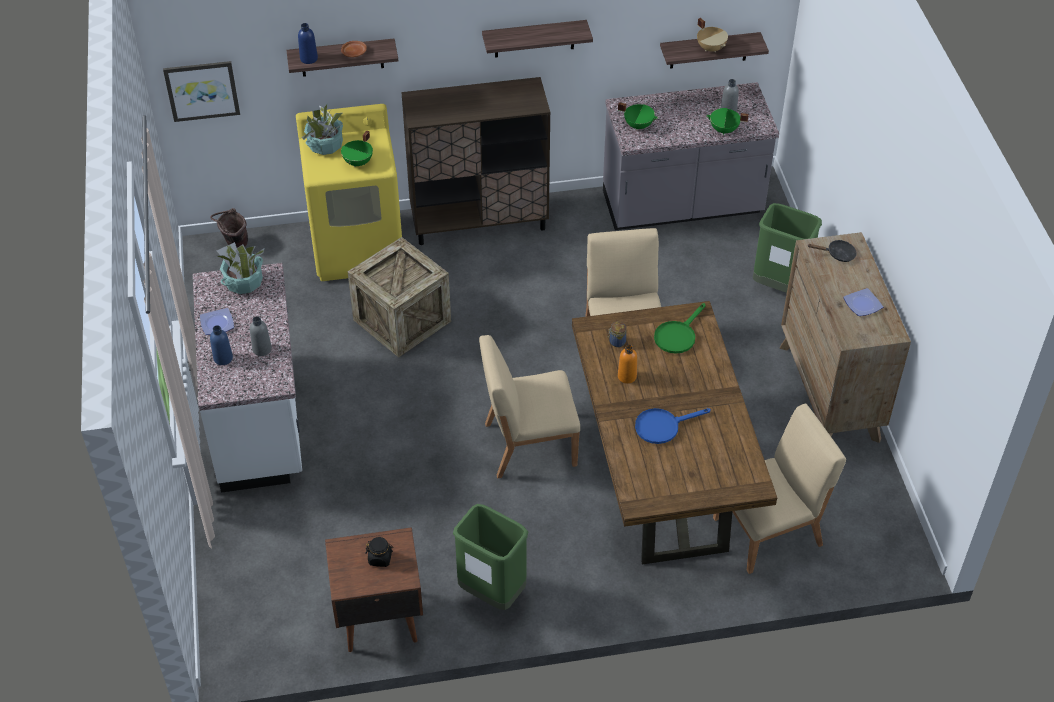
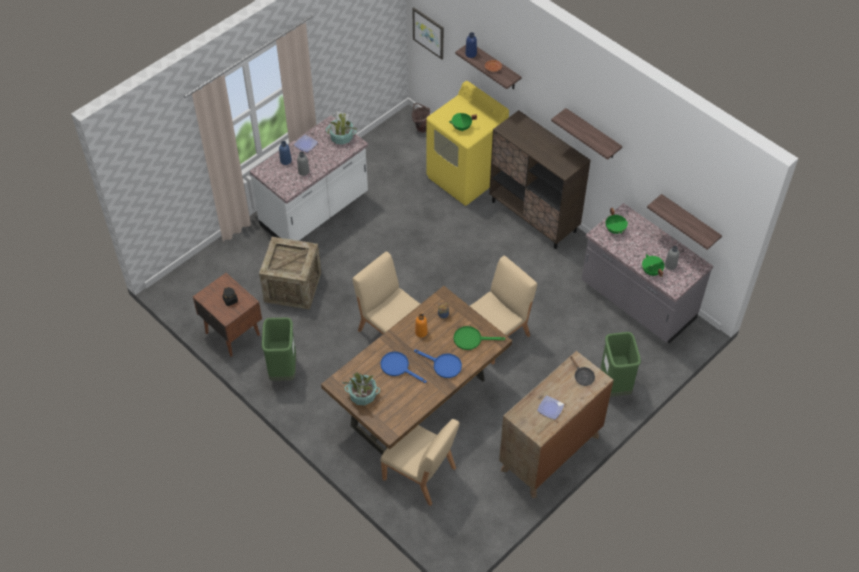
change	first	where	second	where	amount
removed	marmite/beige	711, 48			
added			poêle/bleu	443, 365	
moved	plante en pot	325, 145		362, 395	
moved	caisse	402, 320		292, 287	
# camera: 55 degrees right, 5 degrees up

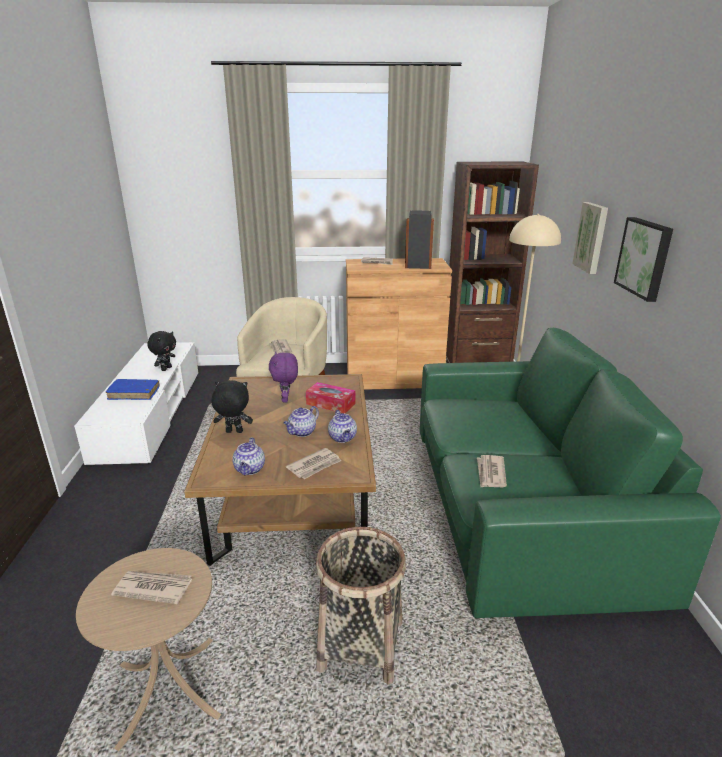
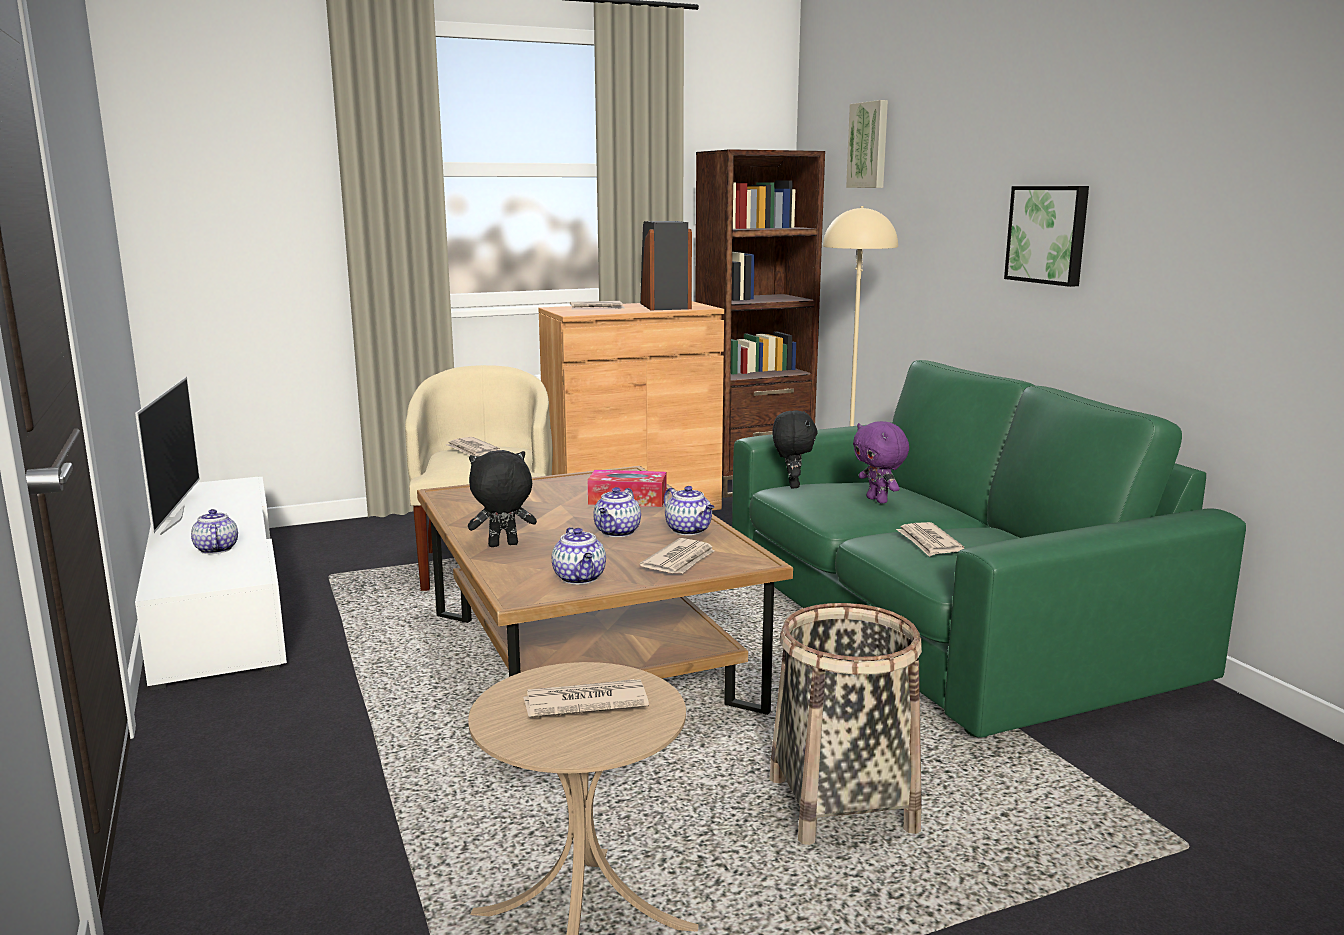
change	first	where	second	where	amount
added			téléviseur	171, 520	
moved	peluche/noir	166, 368		792, 485	
moved	peluche/violet	286, 399		878, 500	
moved	tableau	592, 237		869, 145	
replaced	livre/bleu	134, 394	théière	216, 549	
# camera: 20 degrees left, 10 degrees down

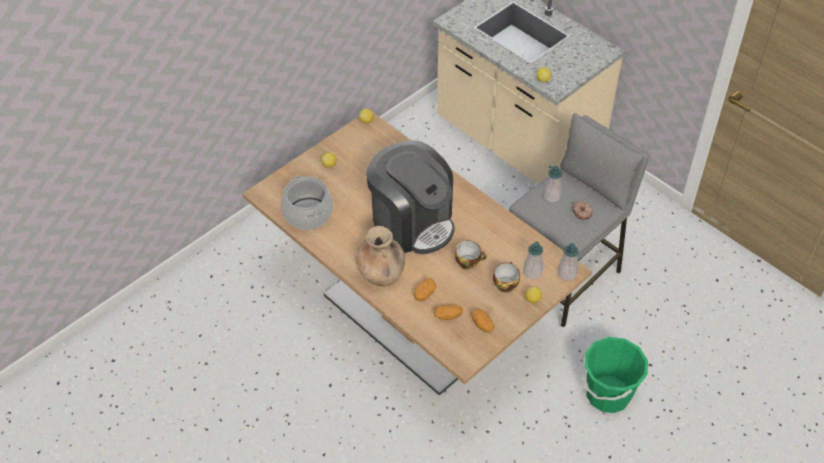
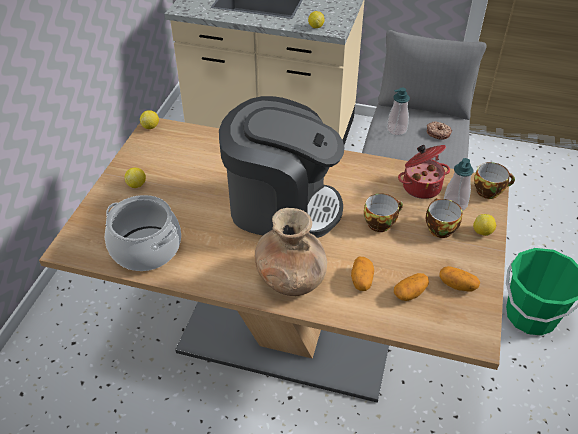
change	first	where	second	where	amount
added			marmite	421, 186	
replaced	distributeur de savon	567, 273	tasse	489, 191	
# camera: 30 degrees left, 5 degrees down

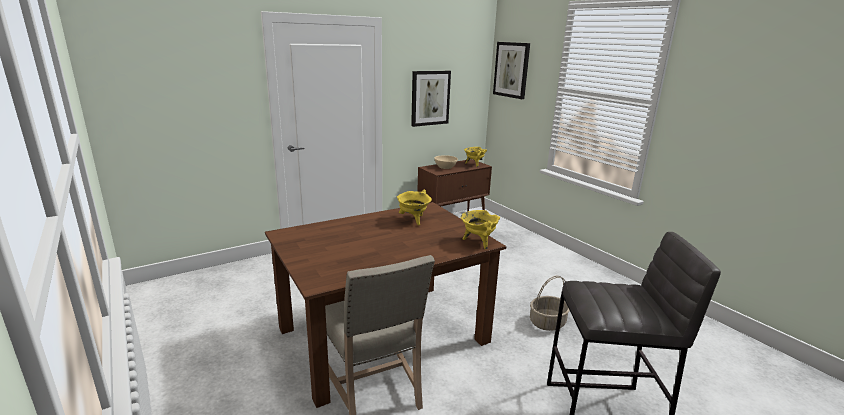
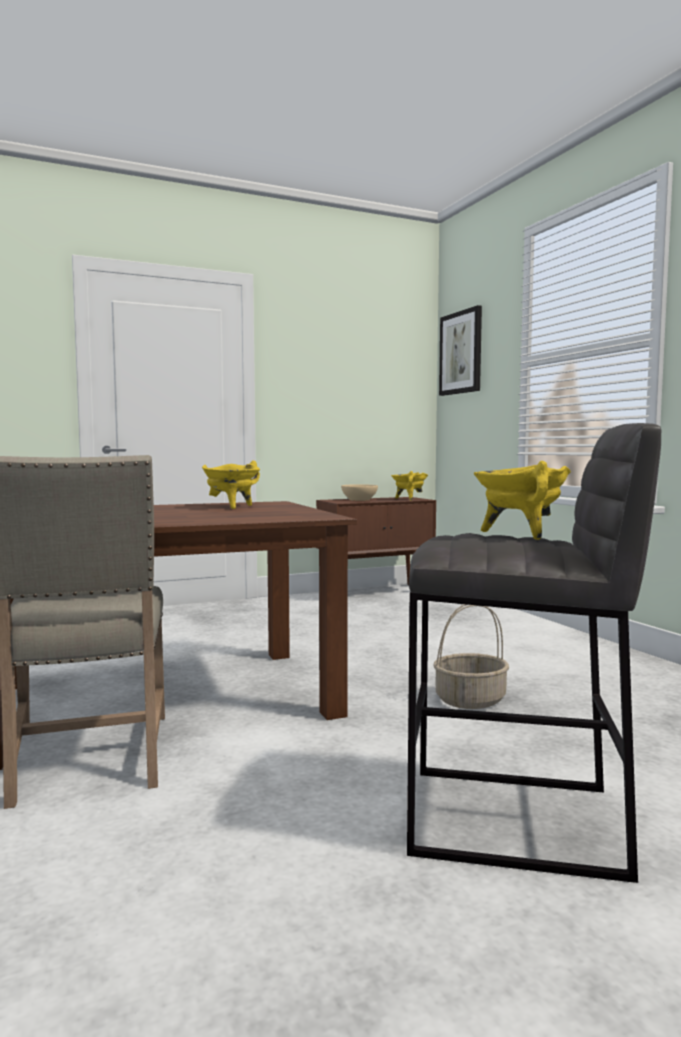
change	first	where	second	where	amount
removed	tableau	430, 98			
moved	marmite/jaune	478, 242		519, 534	
# camera: 10 degrees right, 15 degrees down

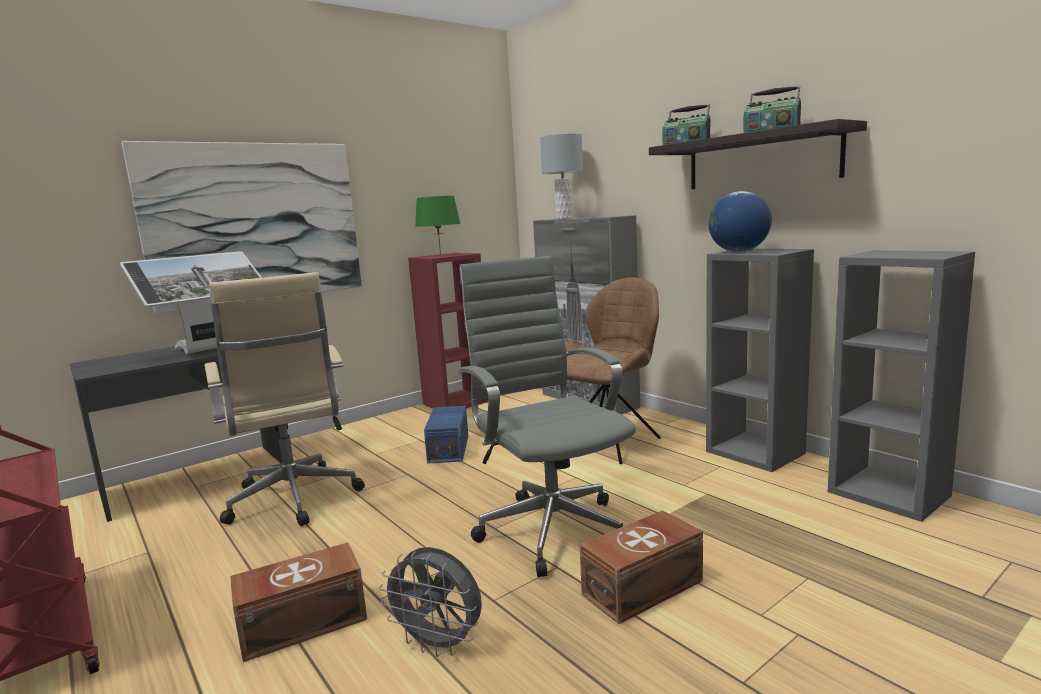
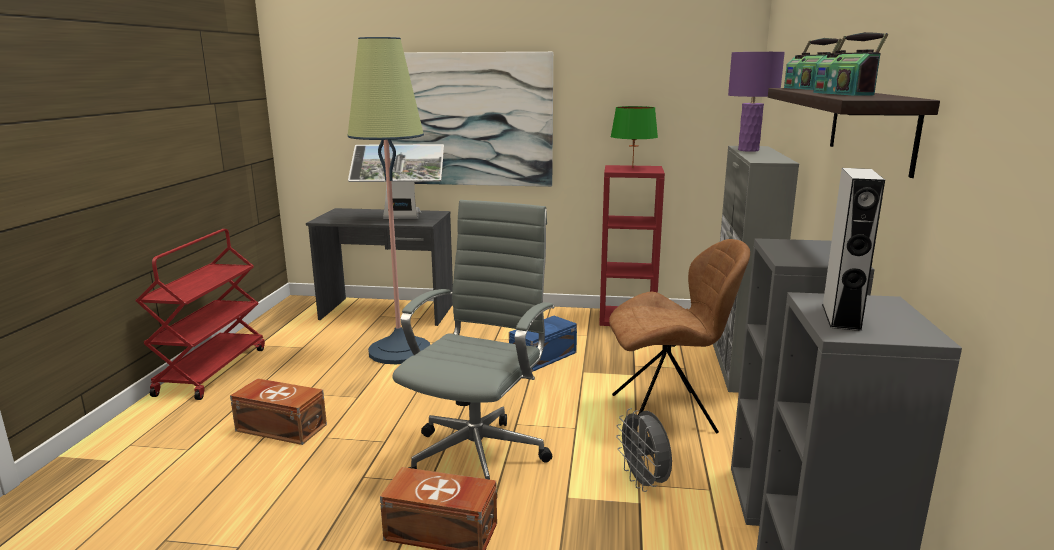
change	first	where	second	where	amount
removed	globe	738, 251			
added			enceinte/gris	841, 316	
moved	ventilateur/gris	439, 644		644, 482	
replaced	chaise de bureau/beige	294, 501	lampadaire	399, 351	
recoloured	lampe de table/gris	564, 218	lampe de table/violet	748, 150	
# camera: 45 degrees right, 5 degrees up

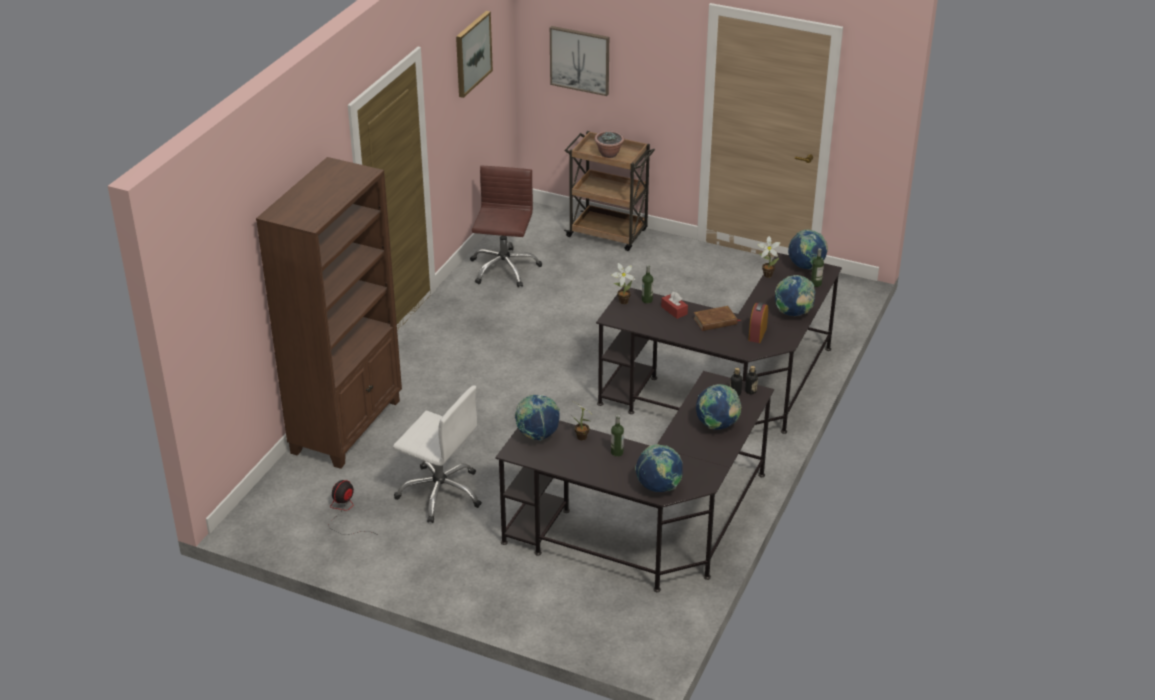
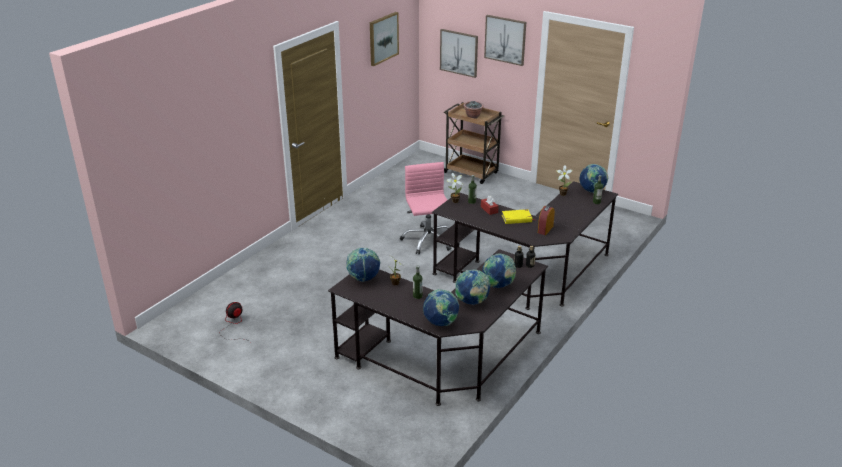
change	first	where	second	where	amount
removed	bibliothèque/marron	347, 426			
removed	chaise de bureau/blanc	441, 493			
removed	chaise de bureau/marron	504, 268			
added			chaise de bureau/rose	427, 240	
added			tableau	505, 39	
moved	globe	793, 314		472, 302	
recoloured	livre/marron	715, 321	livre/jaune	517, 219	
# camera: 10 degrees right, 5 degrees down

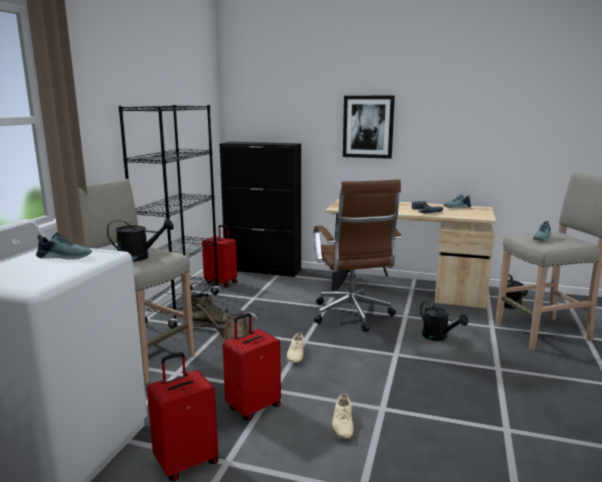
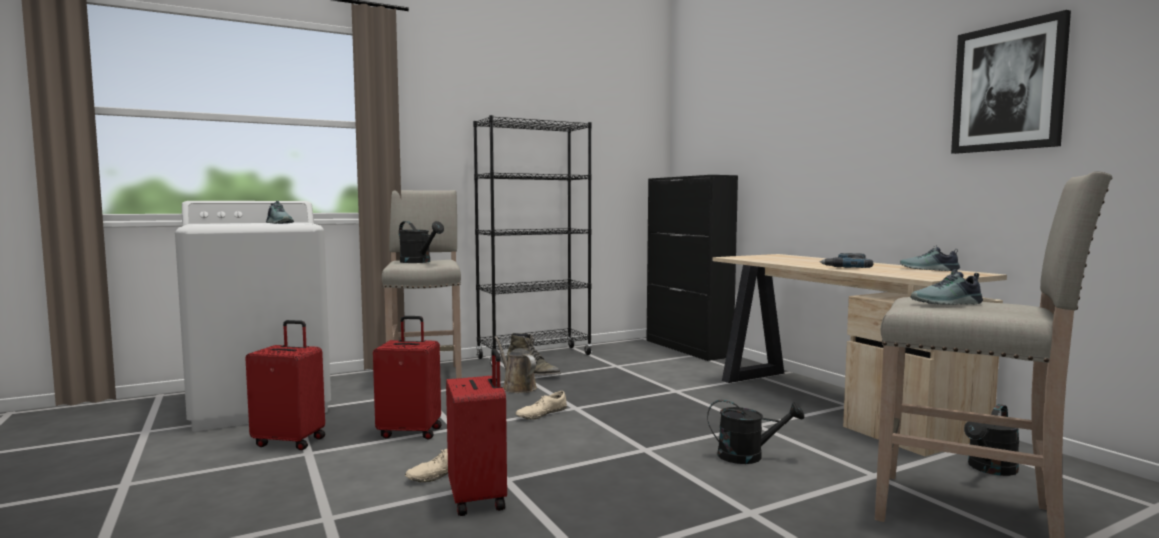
change	first	where	second	where	amount
removed	chaise de bureau/marron	352, 316			
moved	valise/rouge	221, 282		479, 498	
moved	tableau	368, 127		1008, 87	
turned	arrosoir/noir	439, 337		748, 456	90 degrees counterclockwise
# camera: 45 degrees right, 10 degrees down

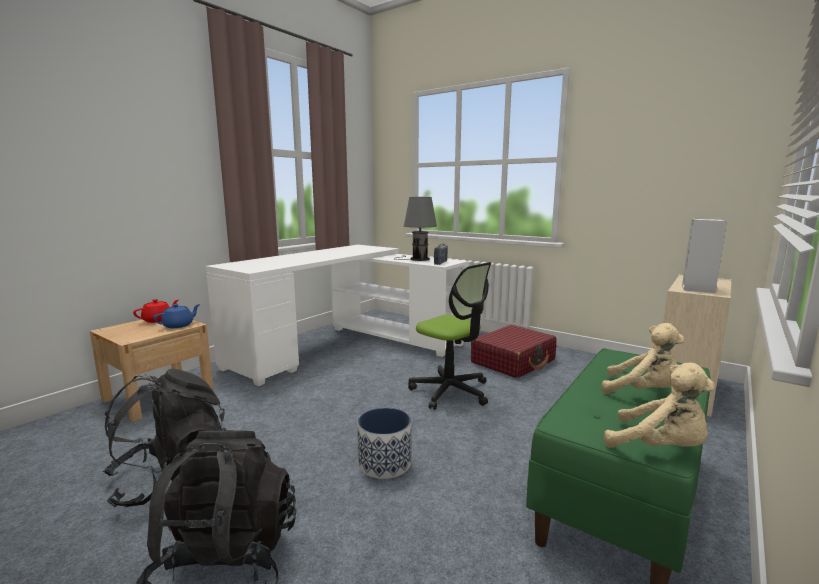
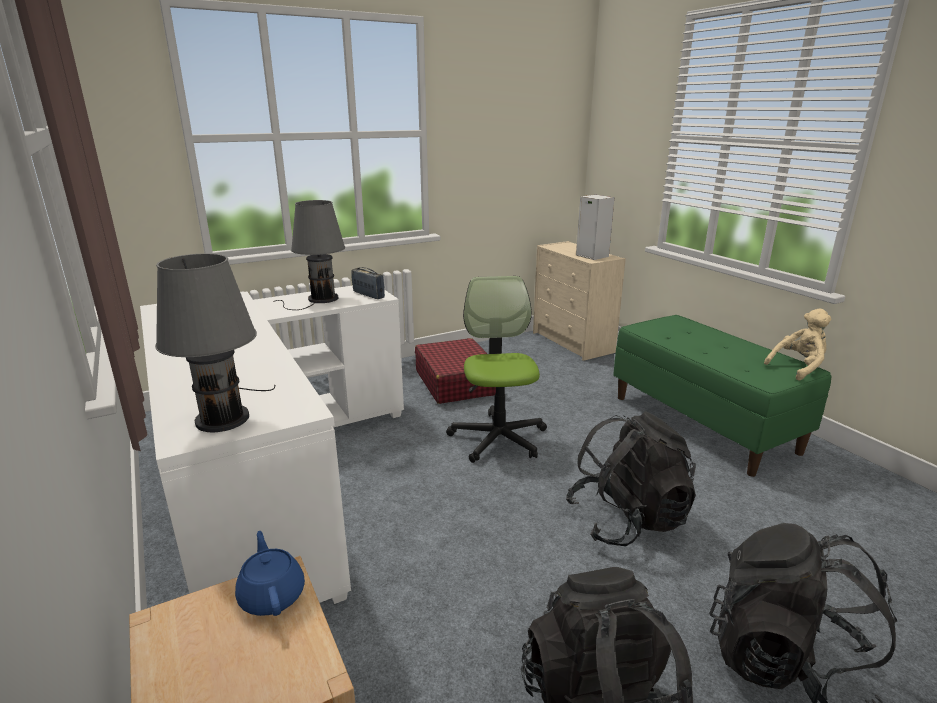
change	first	where	second	where	amount
removed	théière/rouge	158, 320			
removed	peluche/beige	642, 392			
added			lampe de table/gris	224, 416	
replaced	cache-pot	385, 463	sac à dos/noir	627, 519	
turned	chaise de bureau	450, 391		498, 438	75 degrees counterclockwise
# camera: 65 degrees left, 10 degrees up

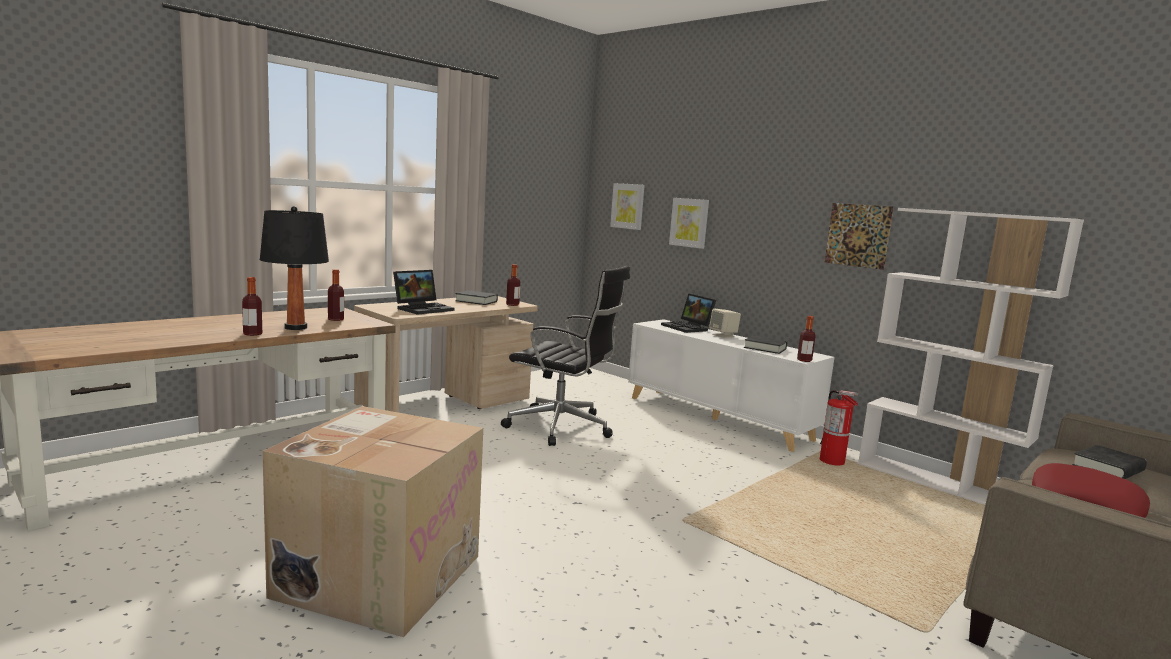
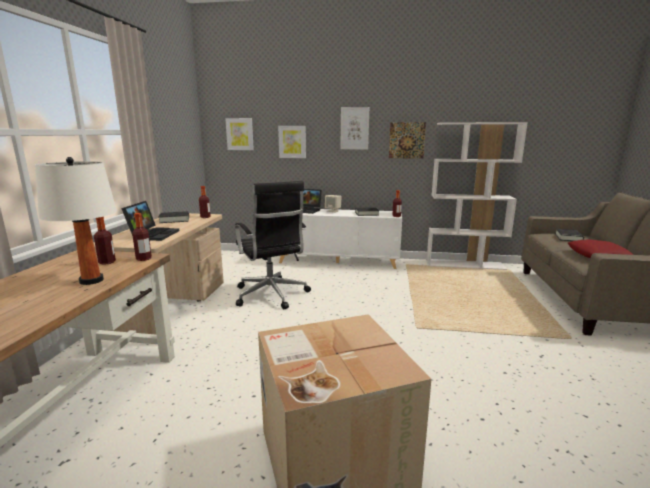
change	first	where	second	where	amount
removed	extincteur	832, 462			
added			tableau	354, 128	
moved	bouteille	252, 334		144, 259	
recoloured	lampe de table/noir	296, 327	lampe de table/blanc	92, 280	
turned	chaise de bureau/noir	562, 427		271, 295	75 degrees clockwise
# camera: 35 degrees left, 5 degrees up

